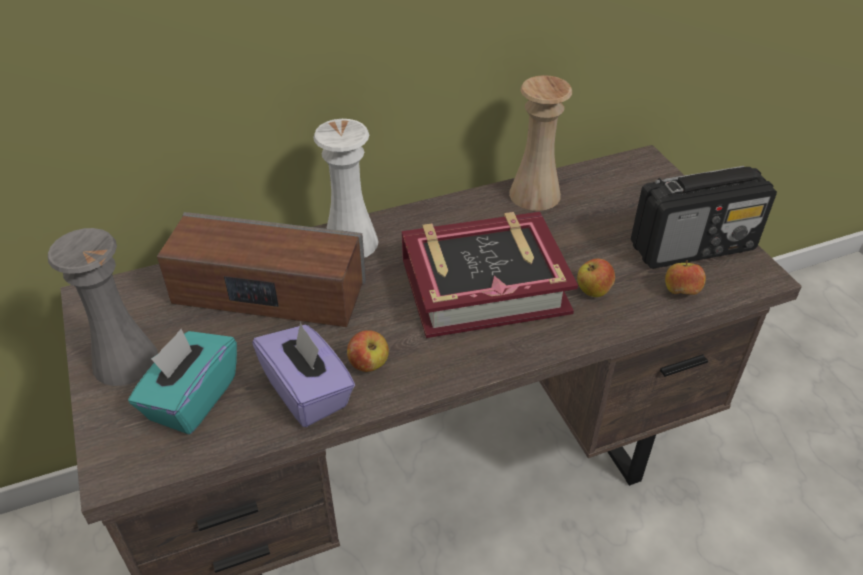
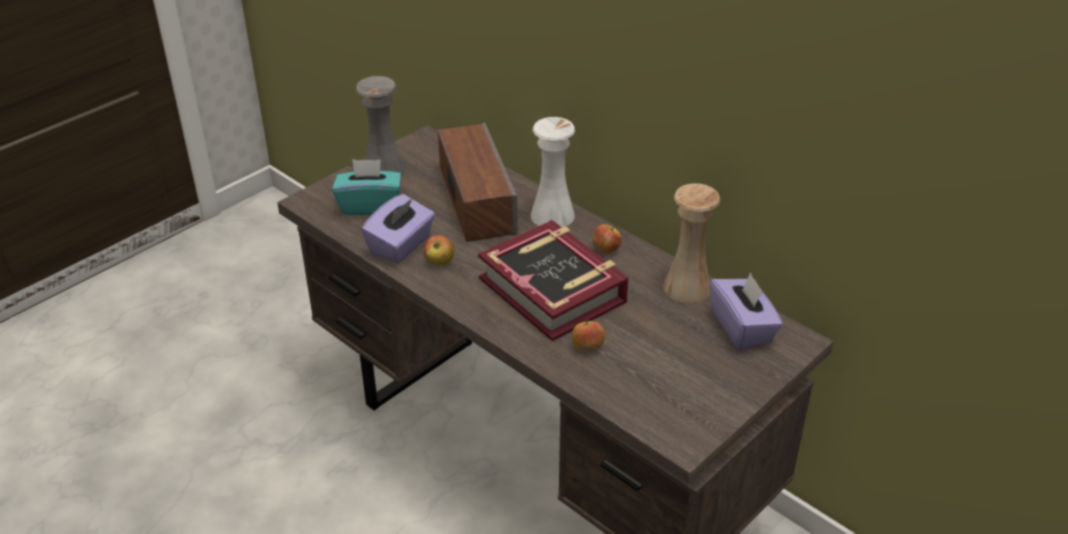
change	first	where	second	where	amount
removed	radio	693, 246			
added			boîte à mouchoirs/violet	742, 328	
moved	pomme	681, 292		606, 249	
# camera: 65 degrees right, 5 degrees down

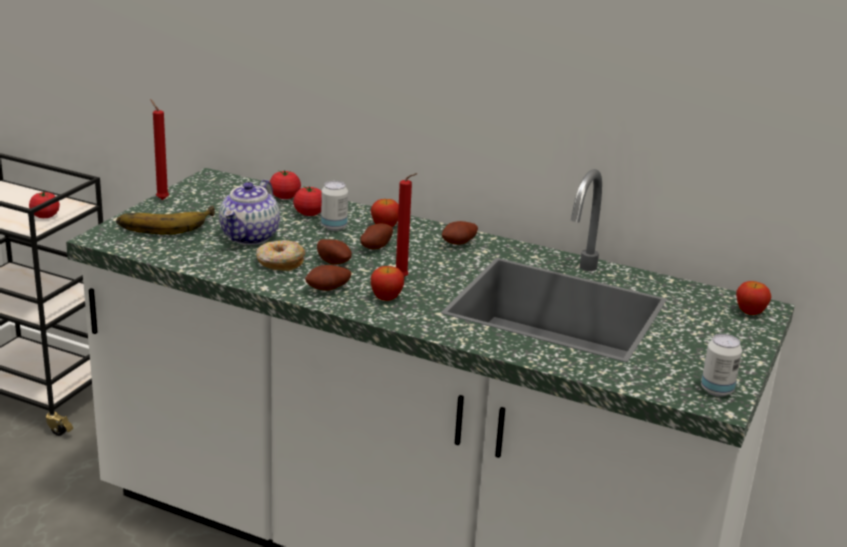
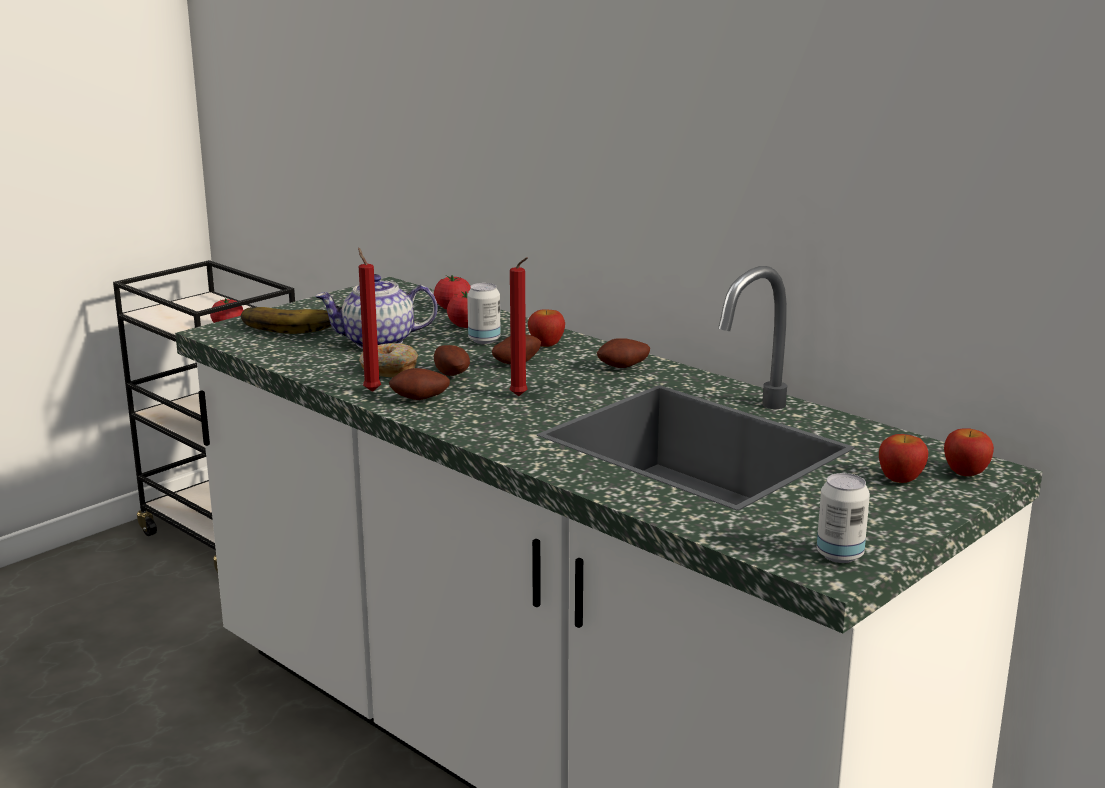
change	first	where	second	where	amount
moved	bougie/rouge	161, 199		371, 390	
moved	pomme	386, 297		900, 478	
turned	théière	250, 237		378, 343	45 degrees clockwise
# camera: 20 degrees right, 5 degrees down

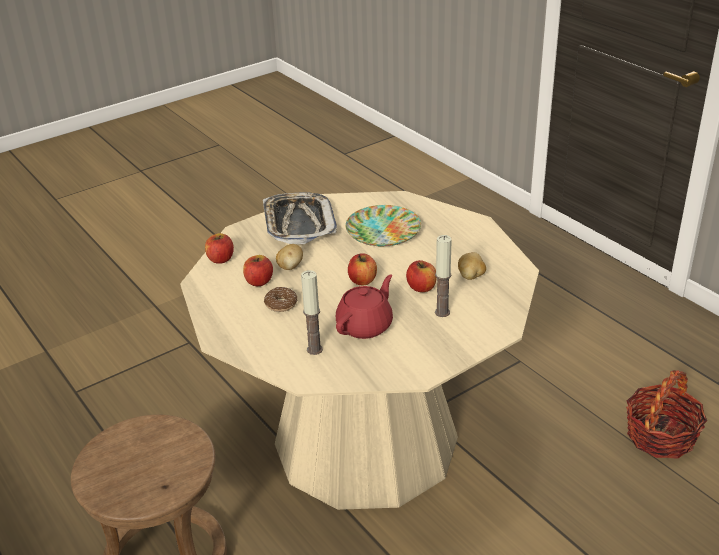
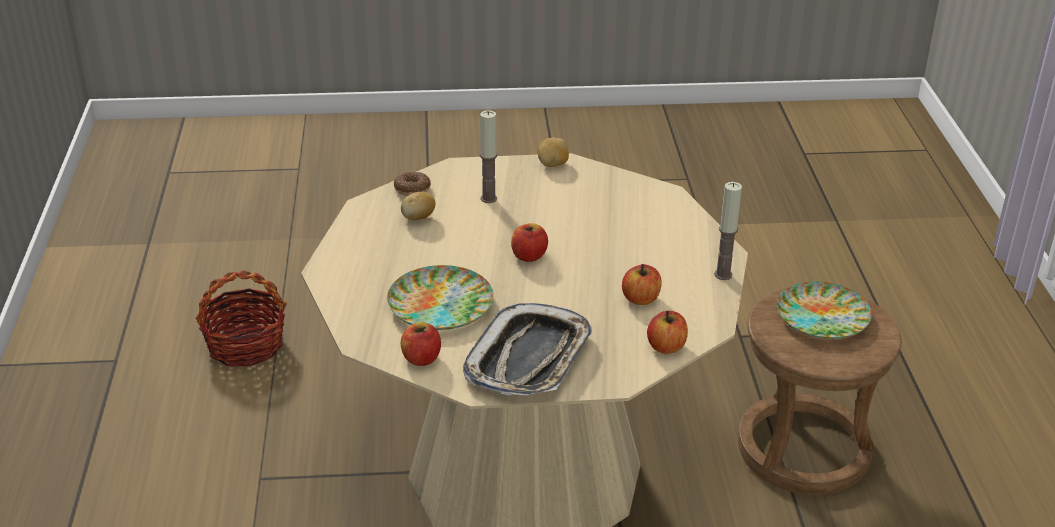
change	first	where	second	where	amount
removed	théière/rouge	365, 325			
added			assiette	822, 317	
moved	beignet	281, 304		412, 189	
moved	pomme de terre	290, 267		553, 164	
moved	bougie	314, 349		723, 275	
moved	pomme	421, 287		421, 358	
# camera: 150 degrees left, 0 degrees up

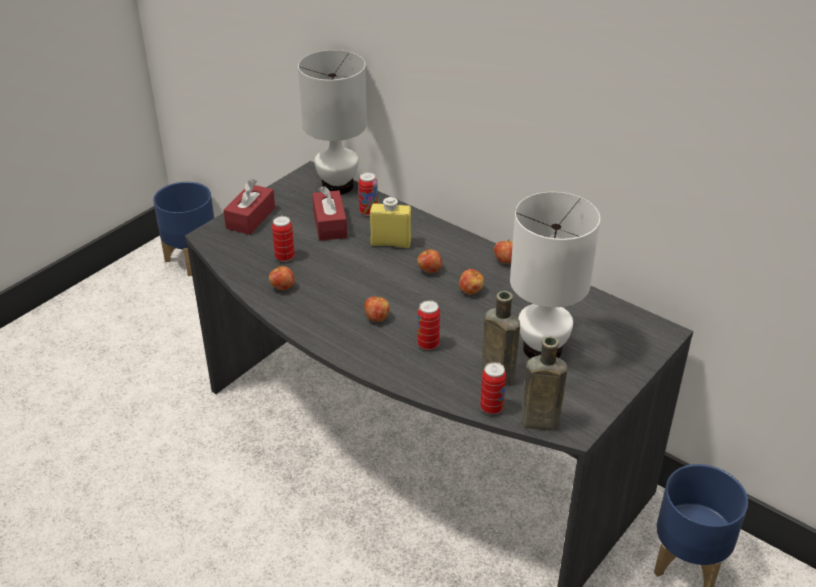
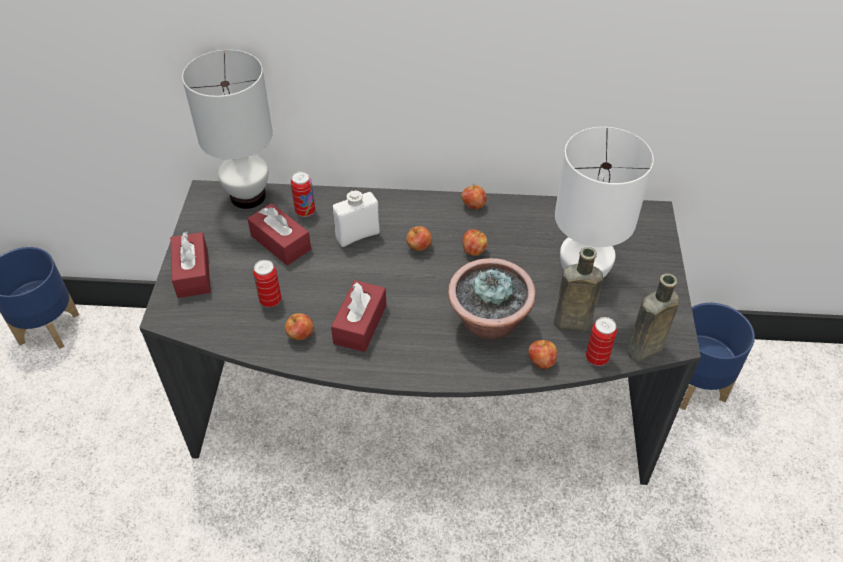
change	first	where	second	where	amount
added			boîte à mouchoirs/rouge	360, 324	
moved	pomme	377, 318		541, 362	
replaced	boîte métallique	428, 344	plante en pot	488, 324	
recoloured	bouteille/jaune	390, 243	bouteille/blanc	357, 235	
# camera: 35 degrees left, 10 degrees up

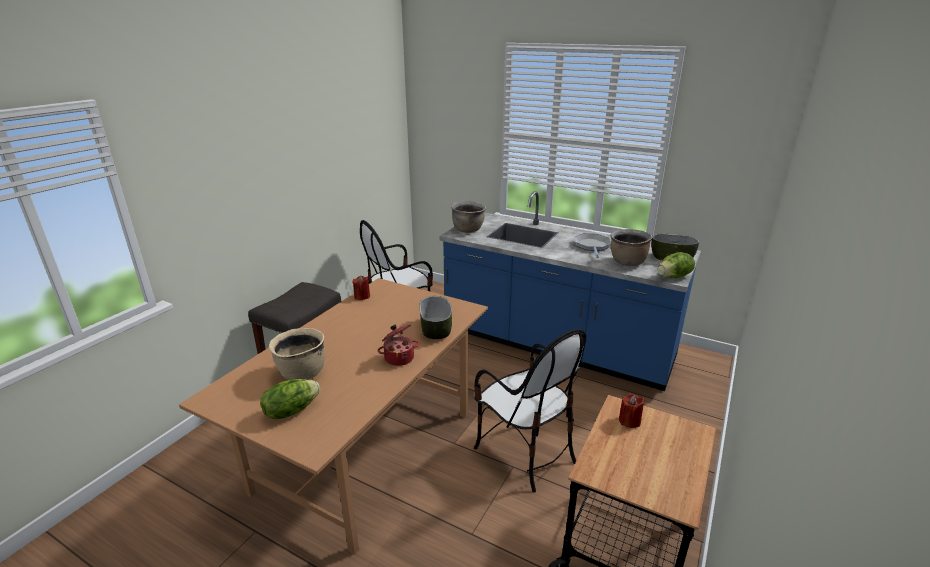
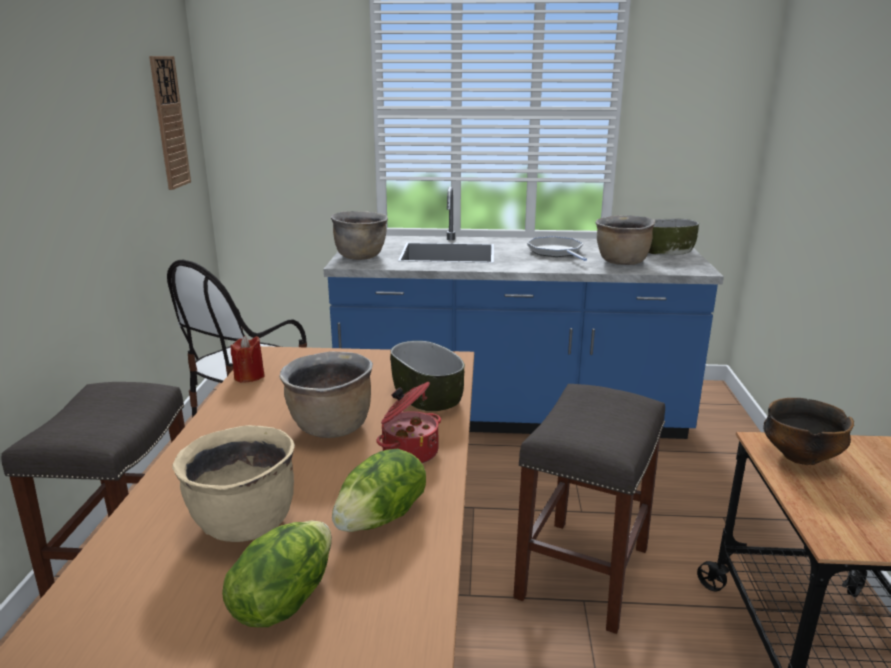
change	first	where	second	where	amount
added			horloge murale	169, 123	
added			marmite/marron	330, 428	
moved	laitue	674, 276		382, 517	
replaced	chaise	524, 453	tabouret/gris	583, 574	
replaced	bougie/rouge	629, 421	bol	800, 457	
# camera: 25 degrees left, 5 degrees down

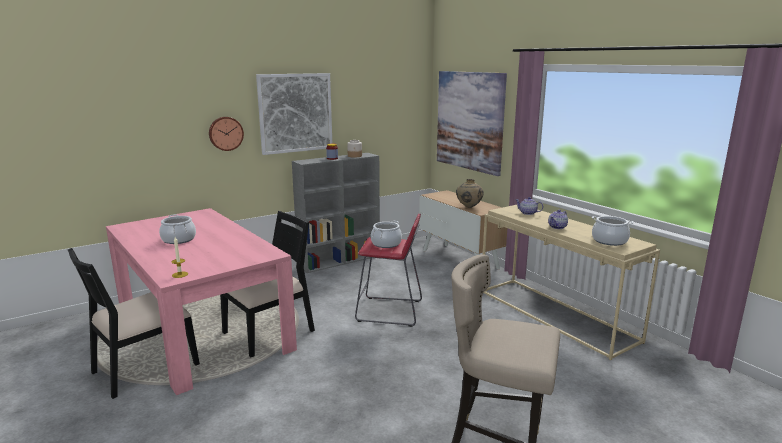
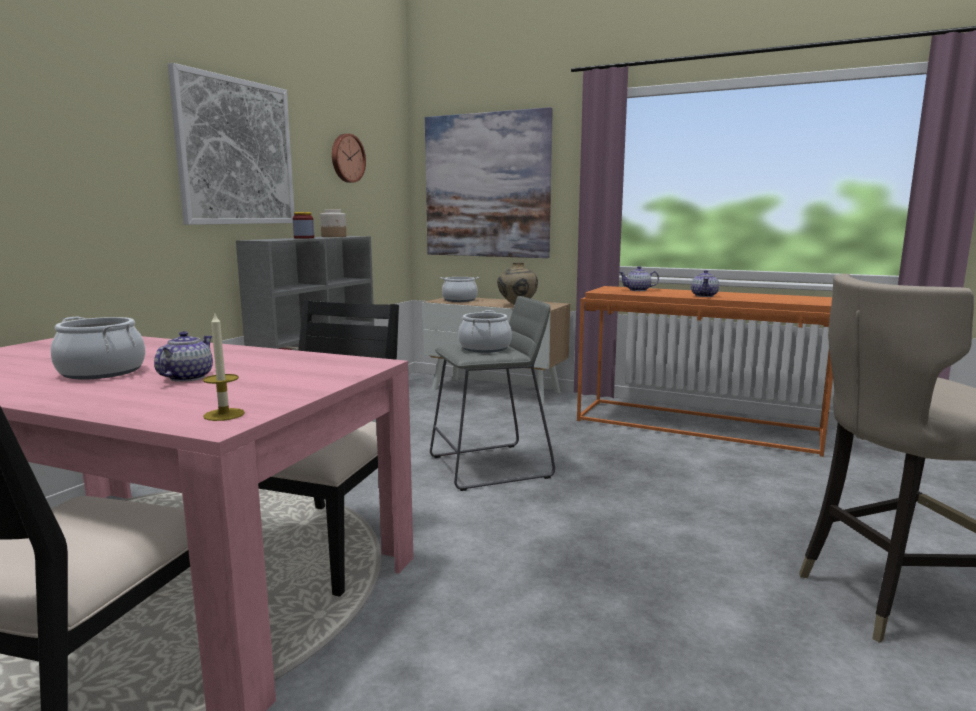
change	first	where	second	where	amount
added			théière	187, 378	
moved	horloge murale	225, 133		347, 158	
moved	marmite	609, 241		459, 300	
recoloured	tabouret/rouge	390, 311	tabouret/gris	490, 467	
recoloured	table console/beige	556, 315	table console/orange	698, 426	
# camera: 30 degrees left, 5 degrees down

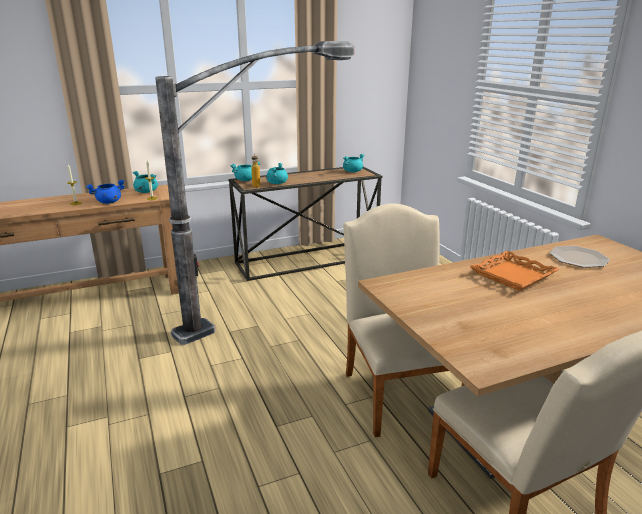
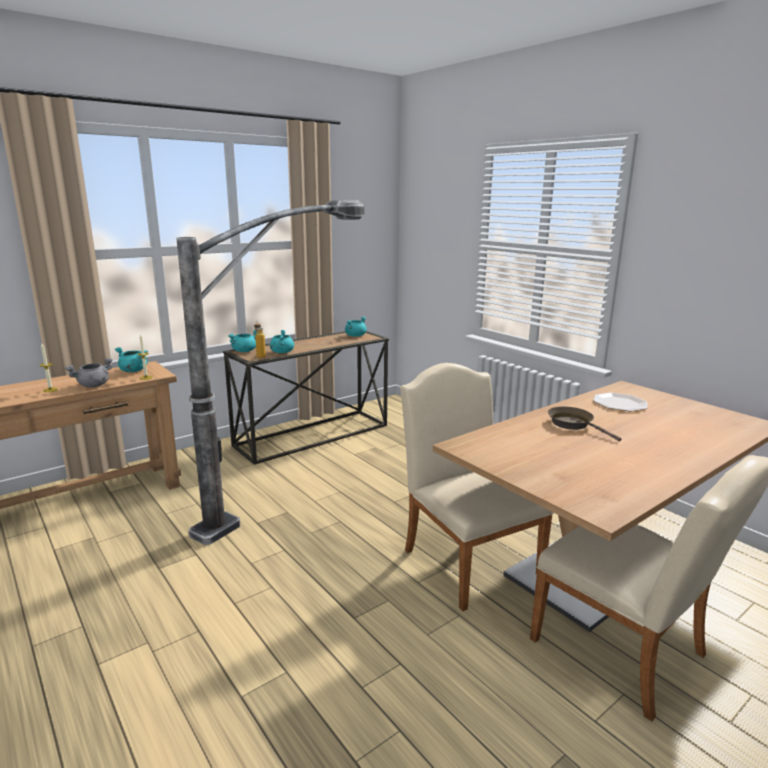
change	first	where	second	where	amount
replaced	plateau/orange	512, 275	poêle/marron	573, 424	
recoloured	marmite/bleu	108, 202	marmite/gris	93, 385	
# camera: 15 degrees left, 5 degrees down

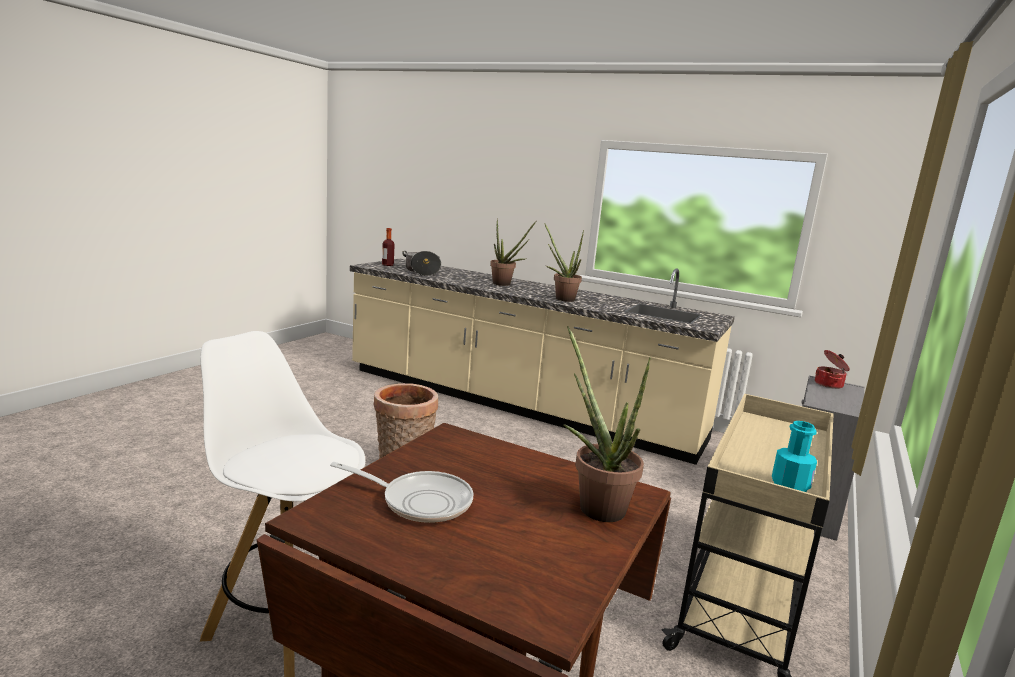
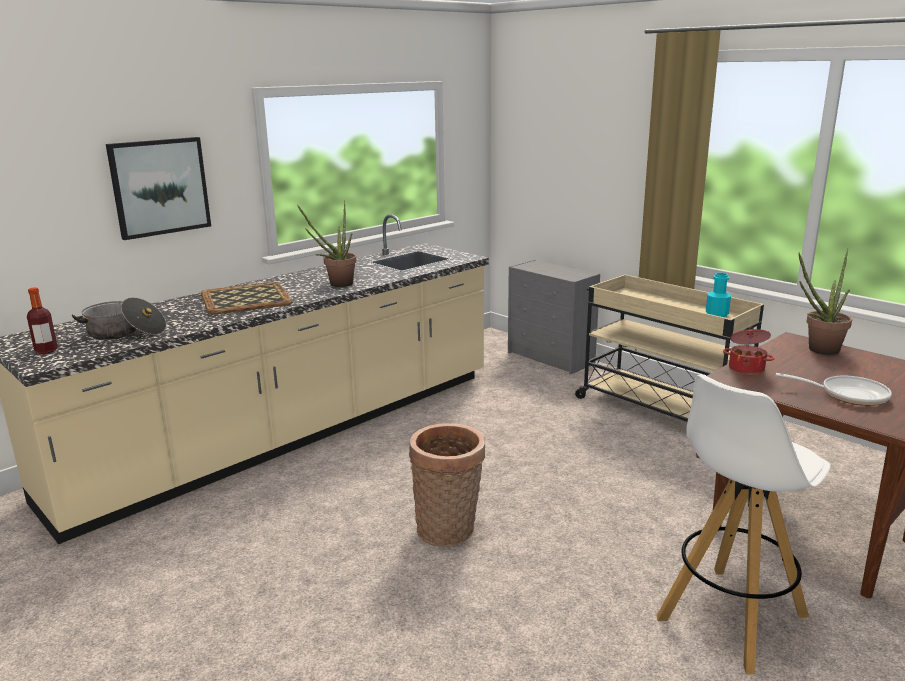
change	first	where	second	where	amount
added			tableau	160, 187	
moved	marmite	829, 384		746, 368	
replaced	plante en pot	505, 284	plateau	246, 299	
turned	poêle	420, 501		848, 394	75 degrees clockwise
# camera: 70 degrees left, 5 degrees up

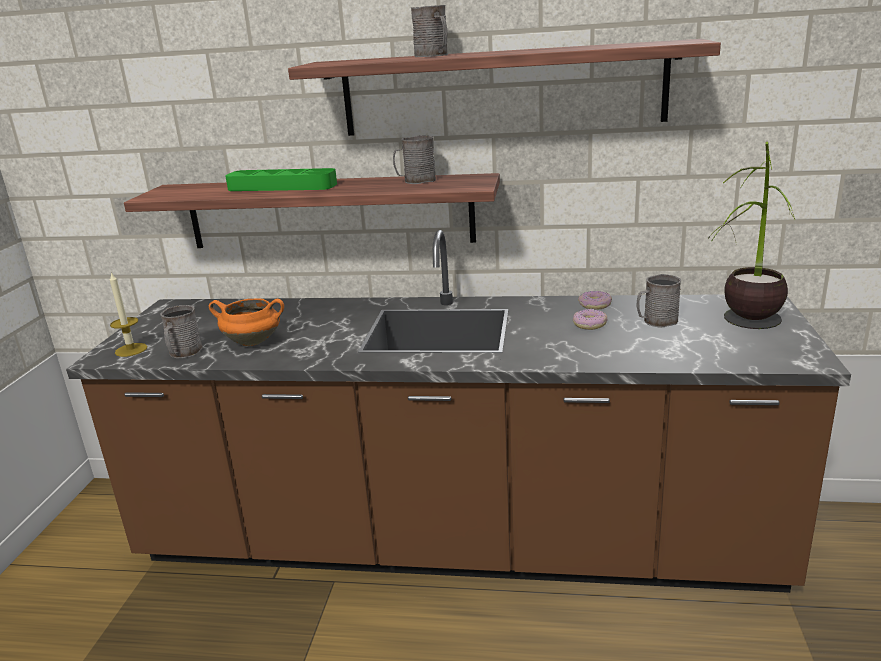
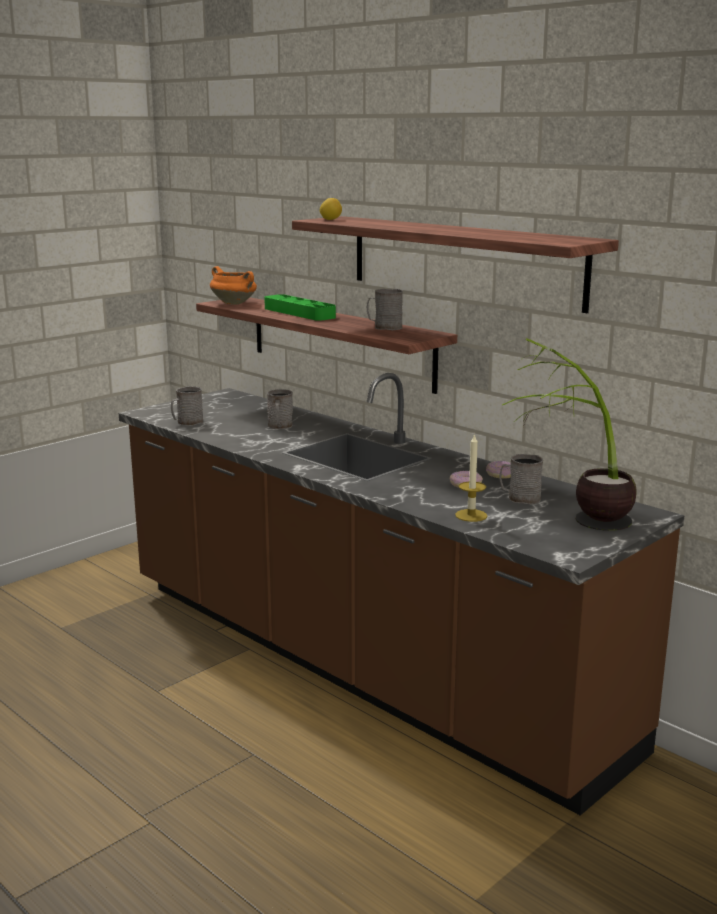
change	first	where	second	where	amount
added			citron	330, 219	
moved	bougie	131, 350		471, 515	
moved	marmite/orange	254, 341		235, 303	
moved	mug/gris	434, 55		280, 426	
# camera: 35 degrees right, 5 degrees down

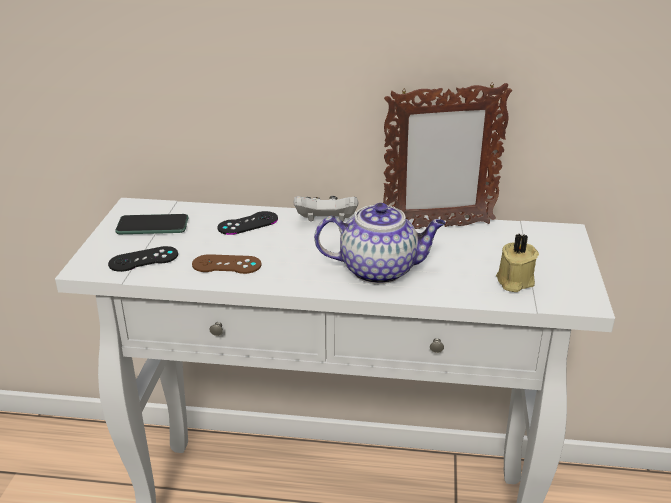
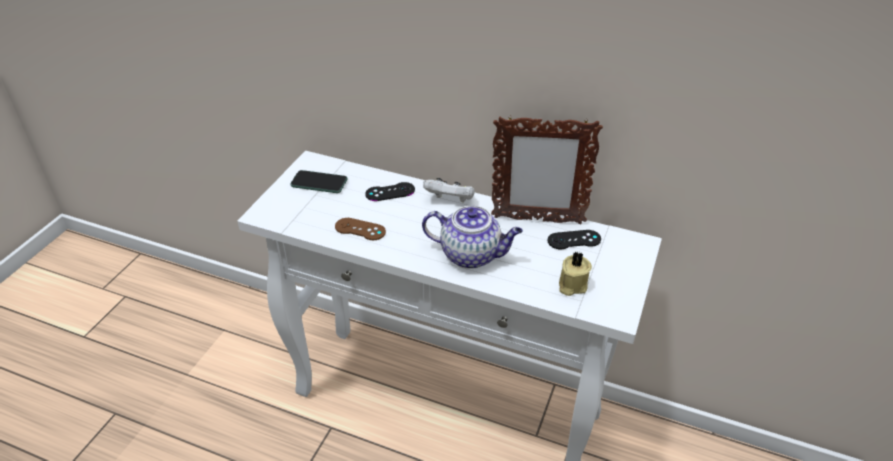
change	first	where	second	where	amount
moved	manette/noir	143, 259		574, 240	
# camera: 15 degrees right, 10 degrees up

